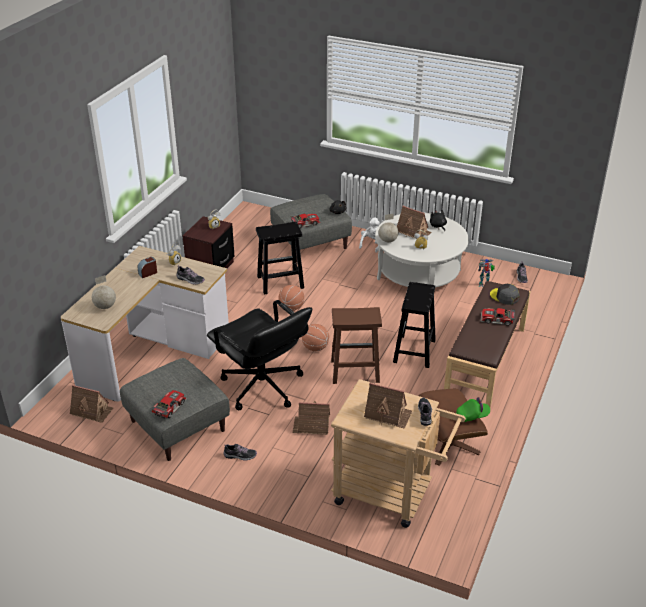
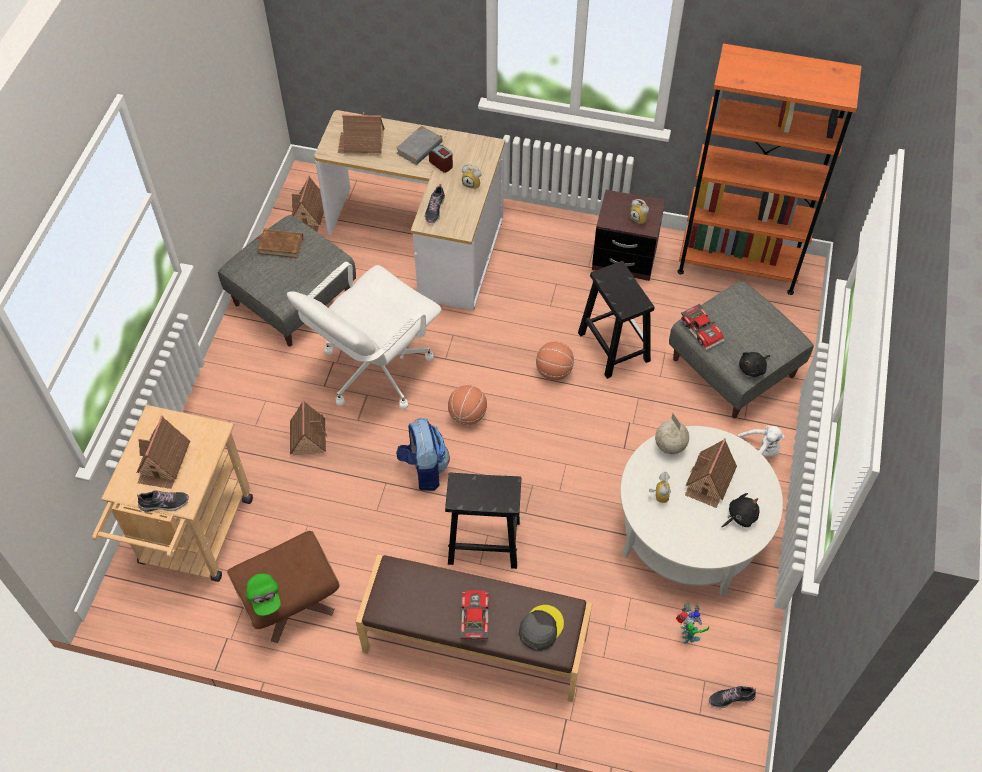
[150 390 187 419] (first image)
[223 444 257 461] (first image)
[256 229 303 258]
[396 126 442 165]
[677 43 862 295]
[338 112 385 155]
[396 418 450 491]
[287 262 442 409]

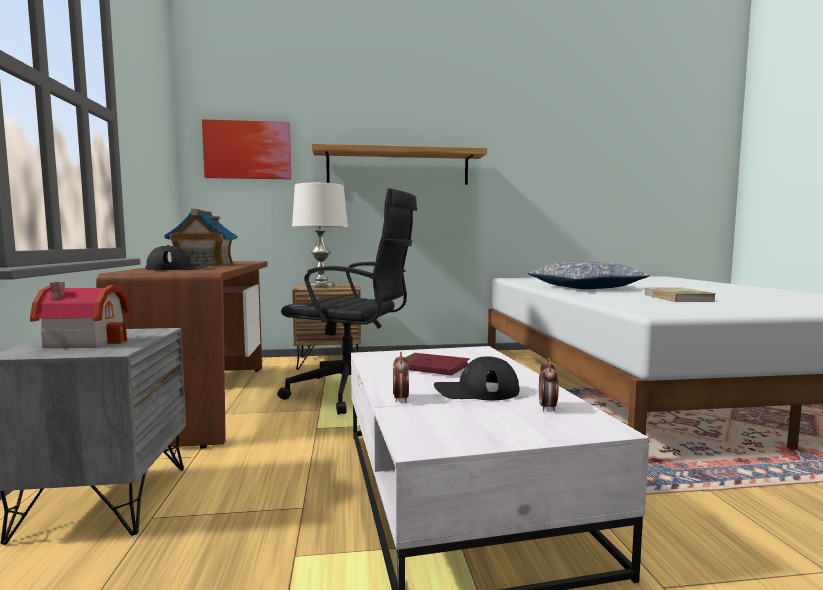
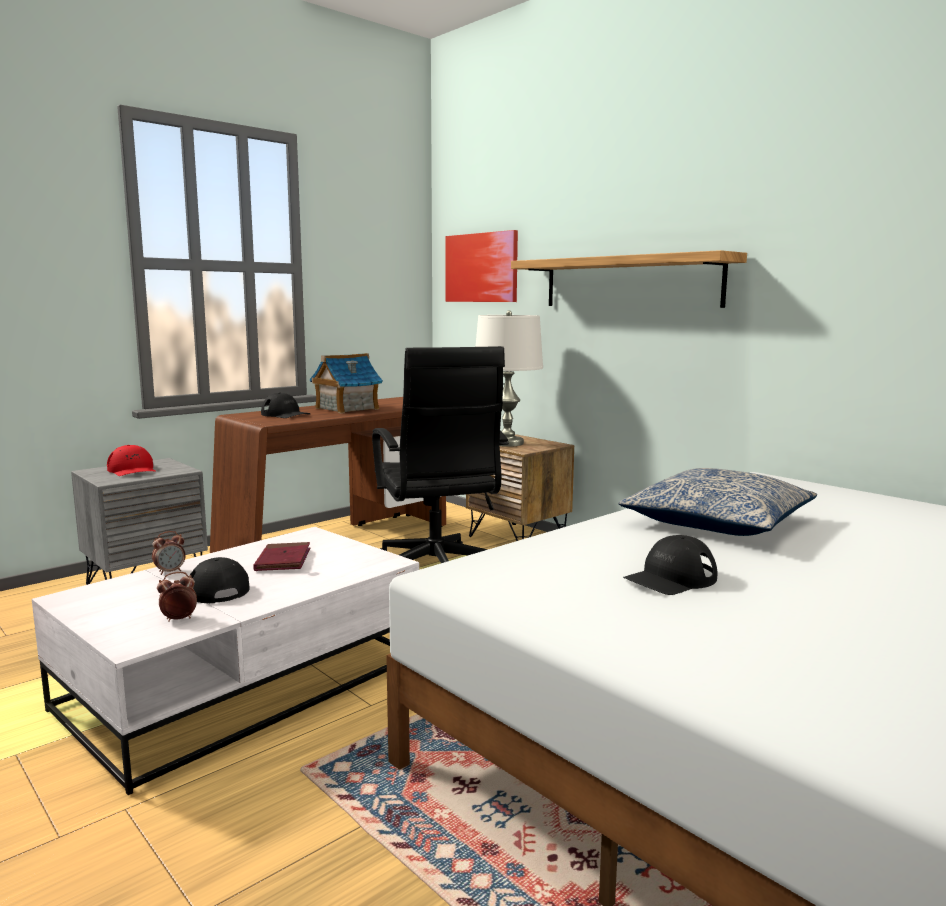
[107 445 156 476]
[623 535 717 595]

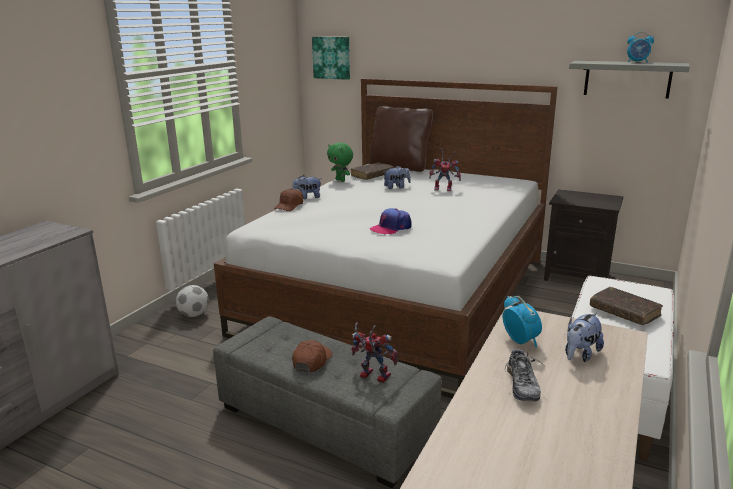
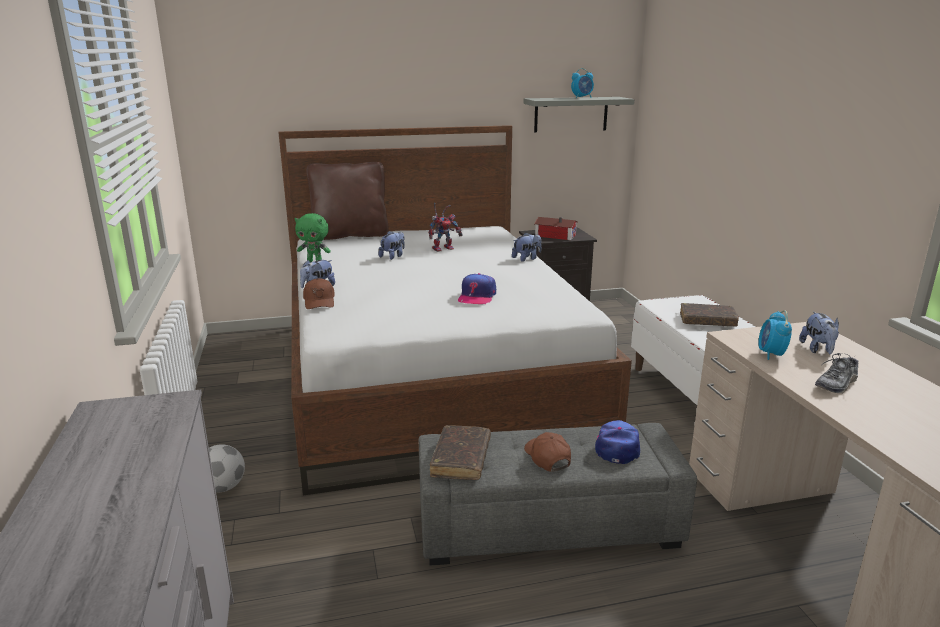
[312 37 350 80] (first image)
[512 233 541 262]
[534 217 578 240]
[430 425 491 480]
[595 420 640 464]
[758 310 792 360]
[815 353 858 394]

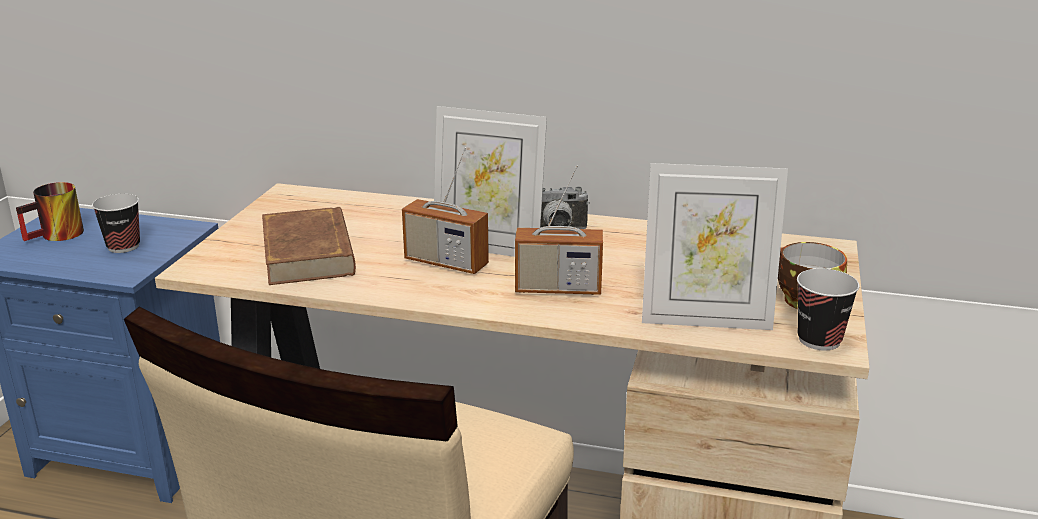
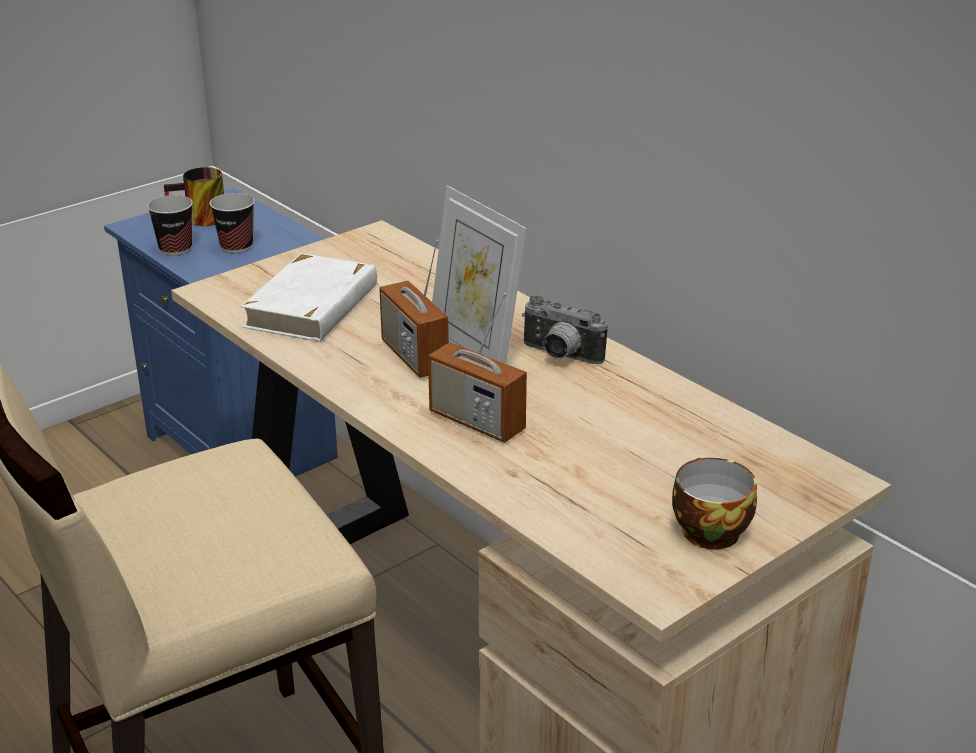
[642 163 788 330] (first image)
[147 195 193 256]
[240 253 377 342]

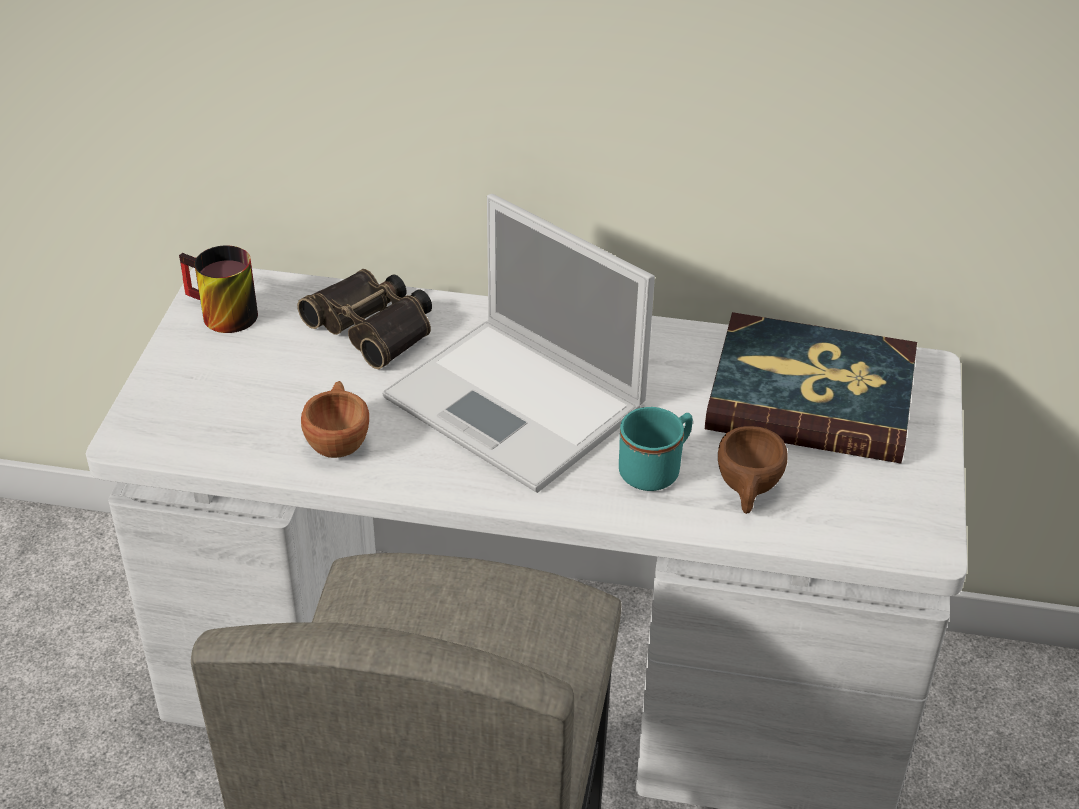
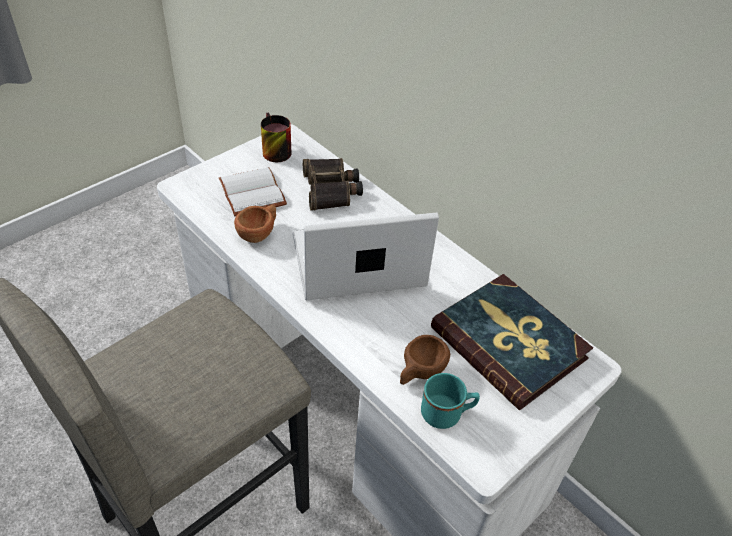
[219 167 287 216]
[421 373 480 429]
[293 212 439 300]

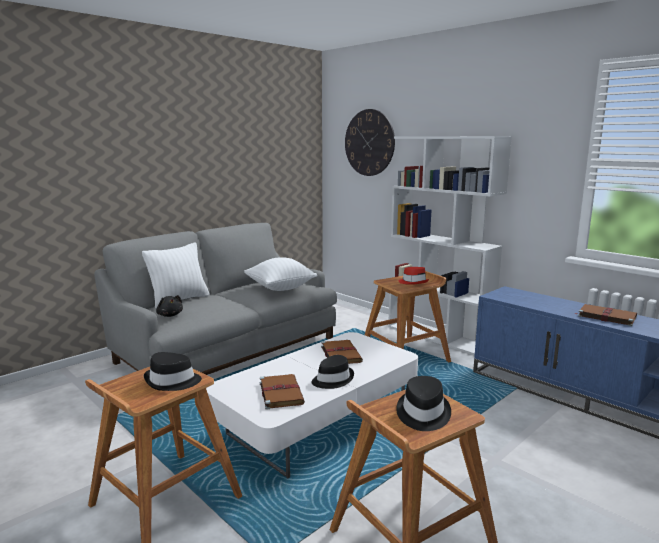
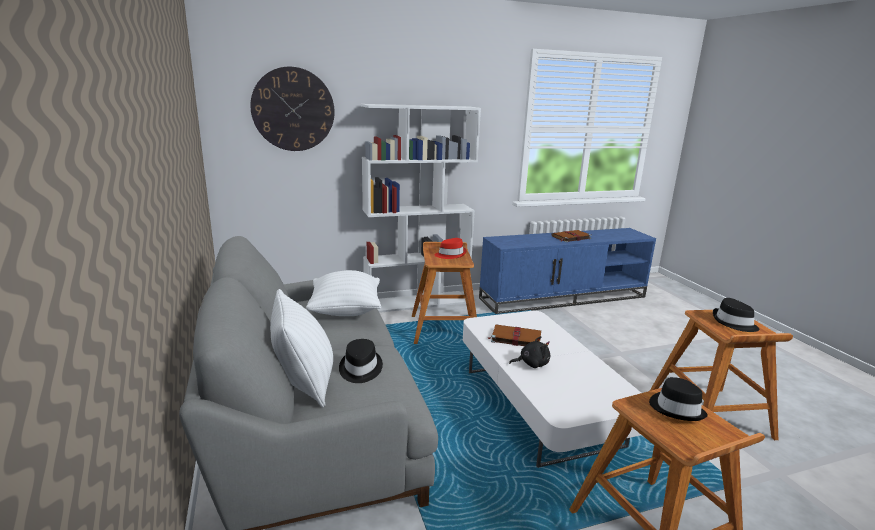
[260 374 305 410] (first image)
[509 336 550 368]
[339 339 383 383]

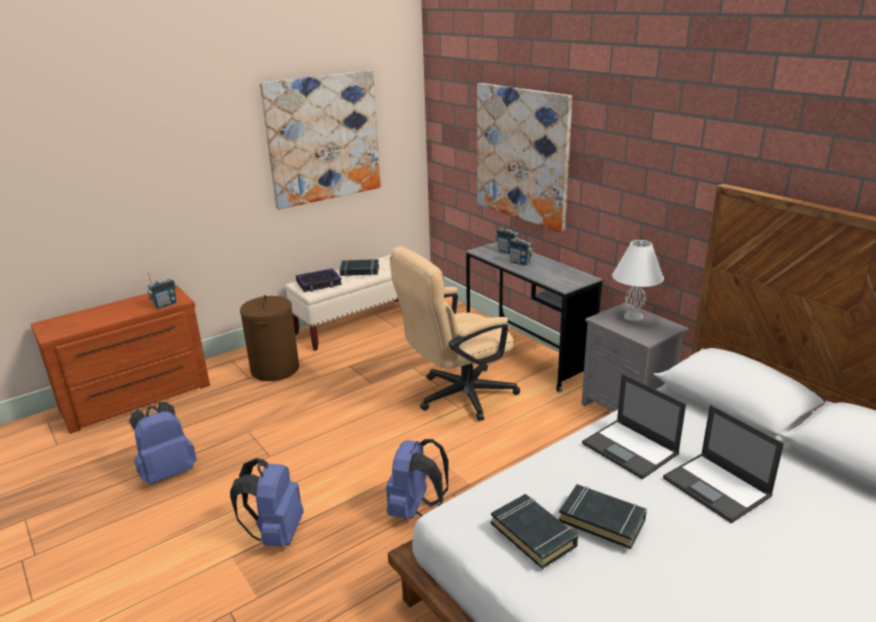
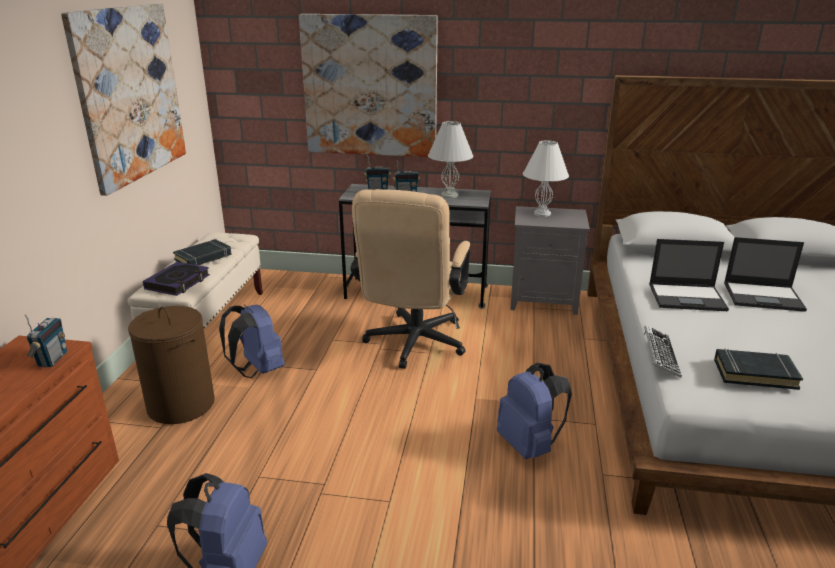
[559 484 647 549] (first image)
[428 121 474 198]
[644 325 682 377]
[219 305 285 378]

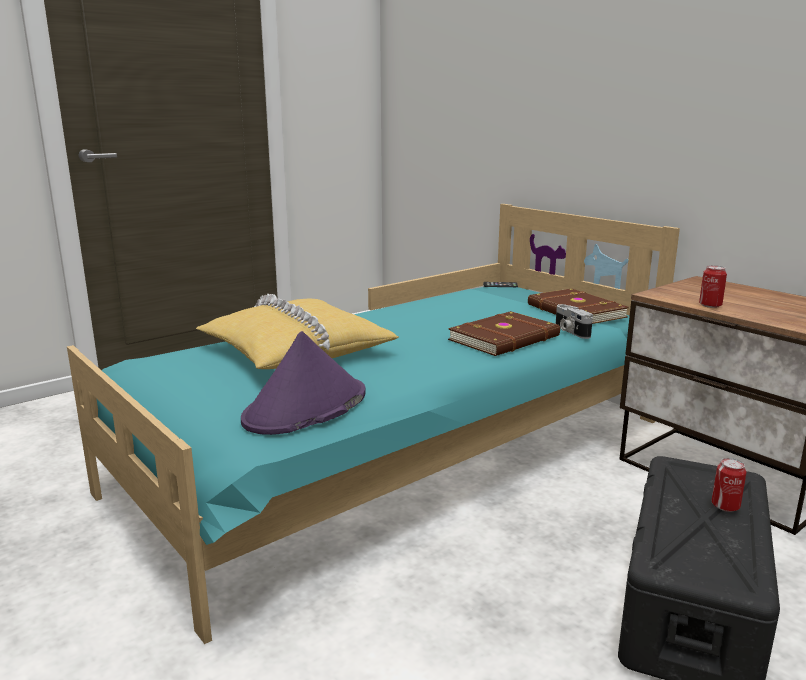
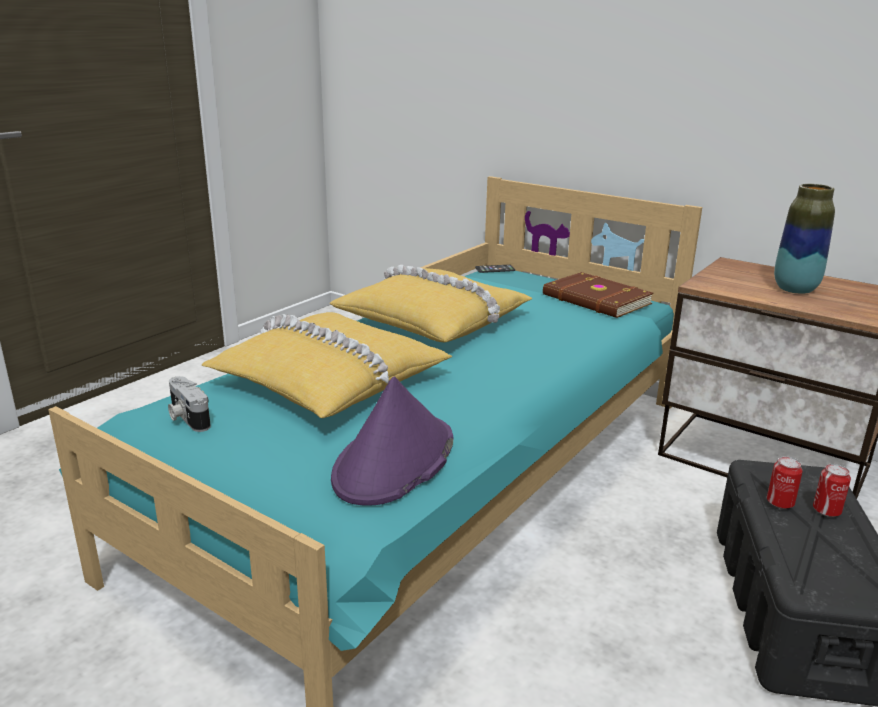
[448 311 560 356] (first image)
[329 265 532 342]
[774 184 835 294]
[168 376 211 432]
[767 456 803 509]

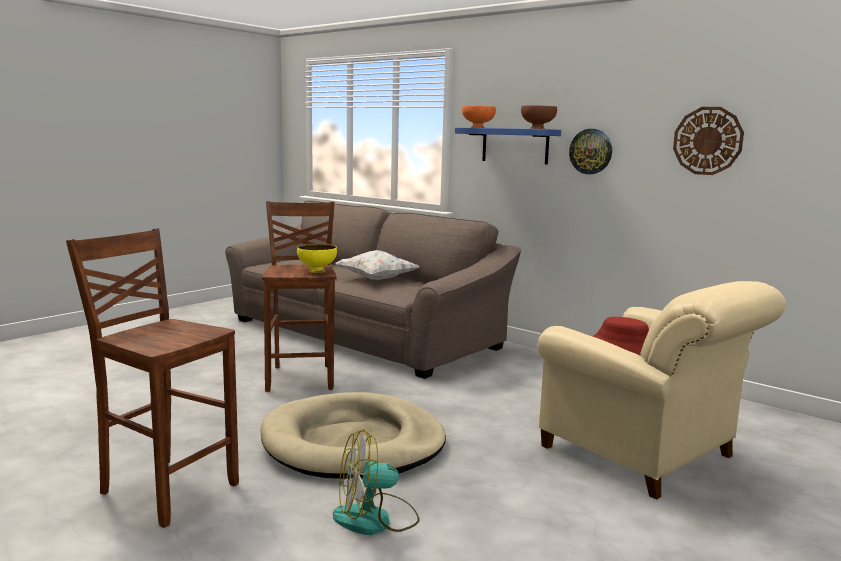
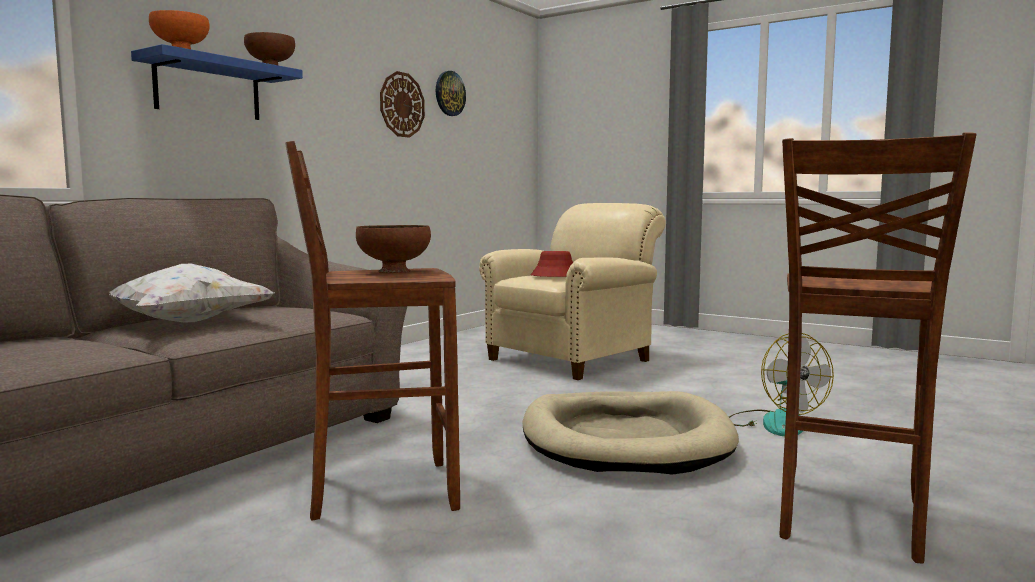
[436 71 466 116]
[356 225 431 273]

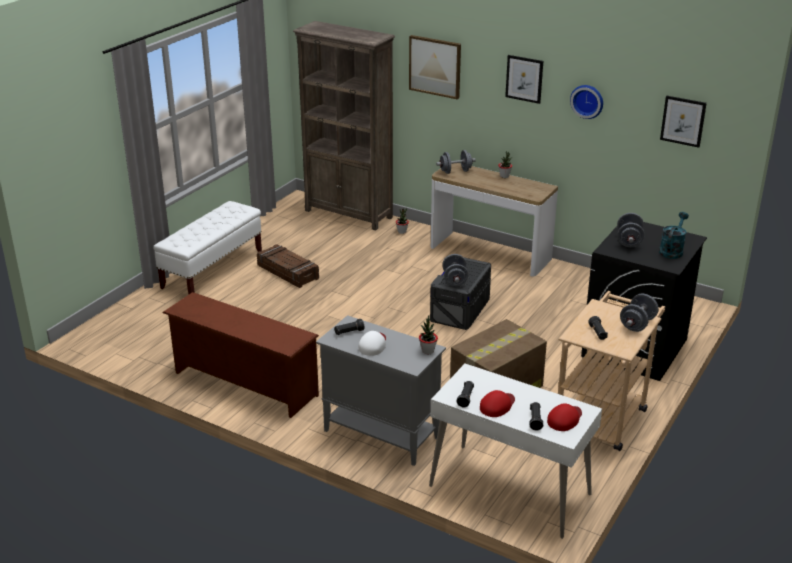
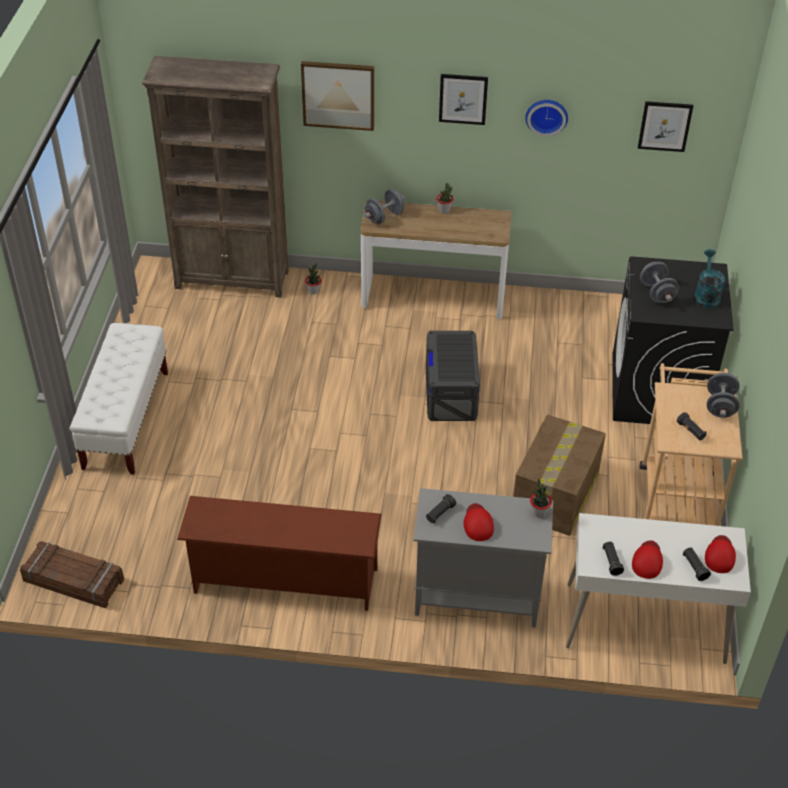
[442 254 468 286] (first image)
[20 541 124 608]
[464 503 494 541]

